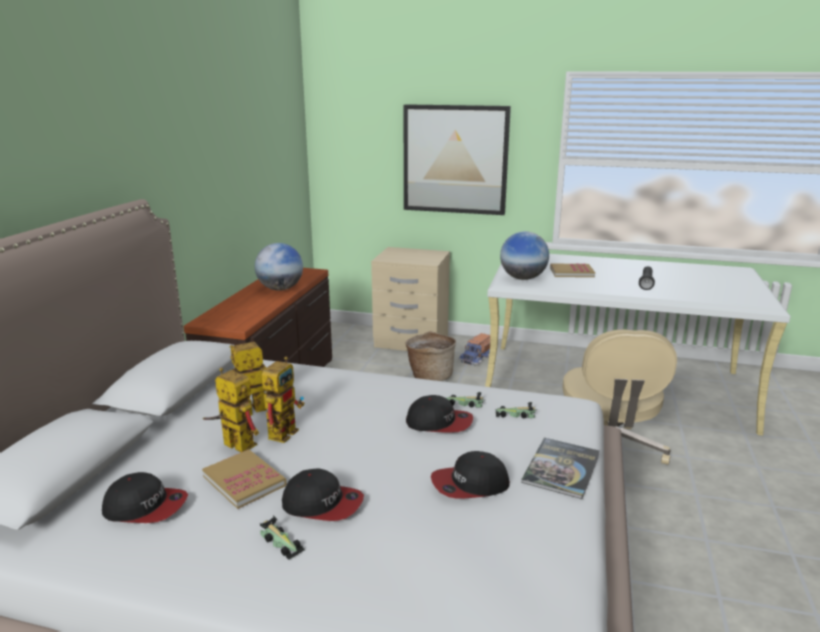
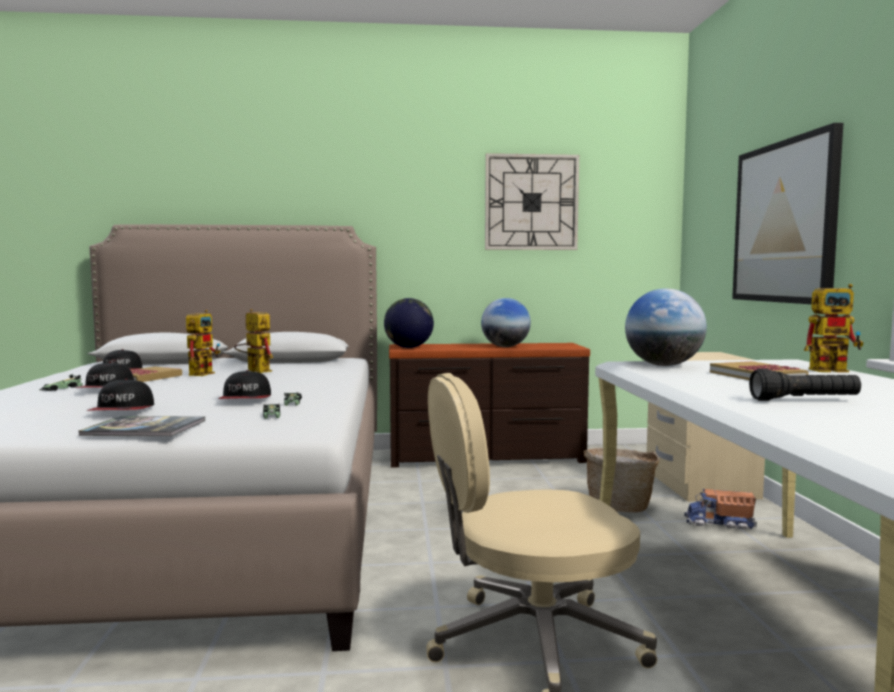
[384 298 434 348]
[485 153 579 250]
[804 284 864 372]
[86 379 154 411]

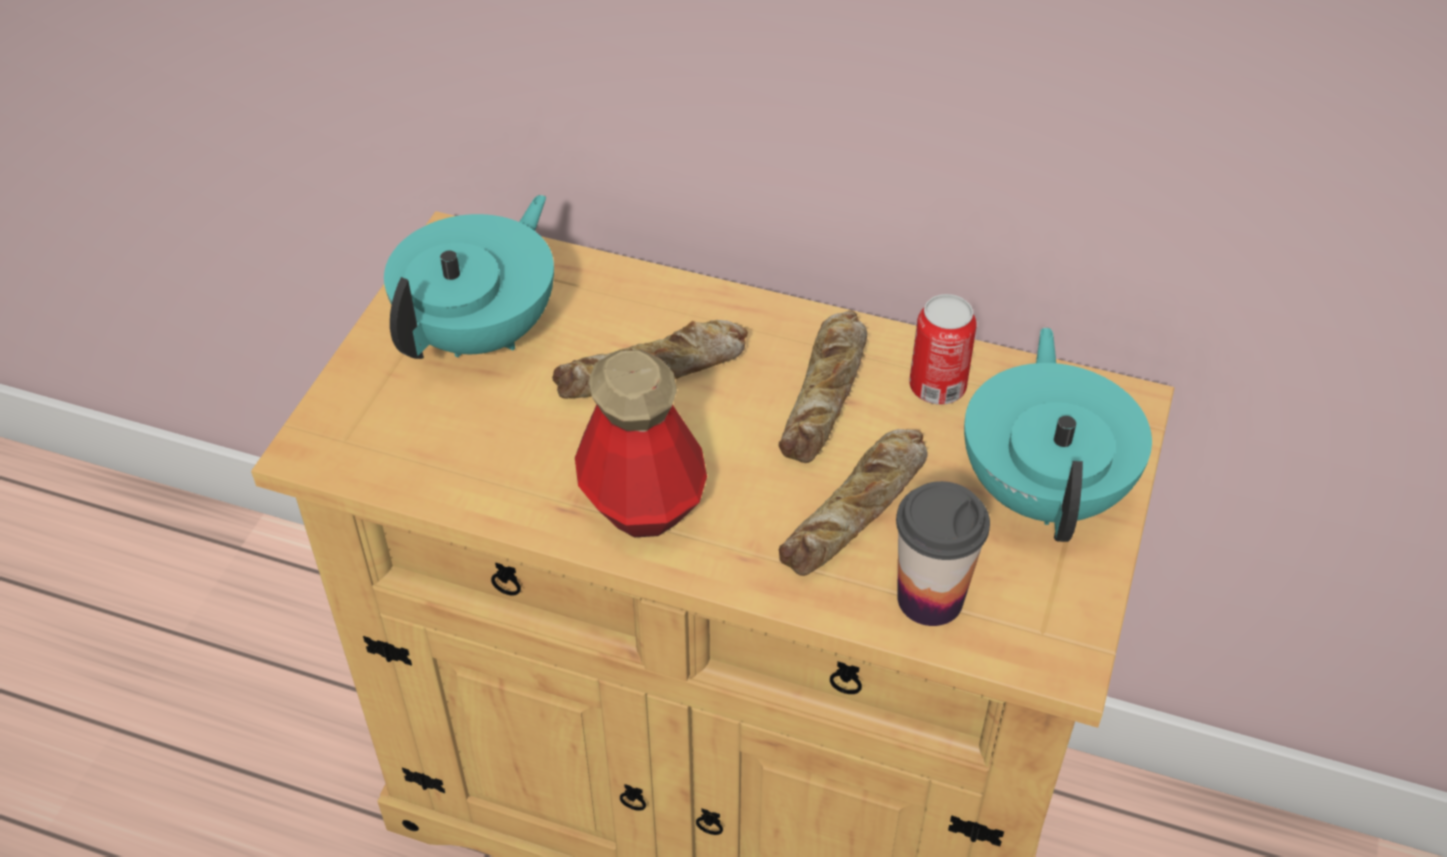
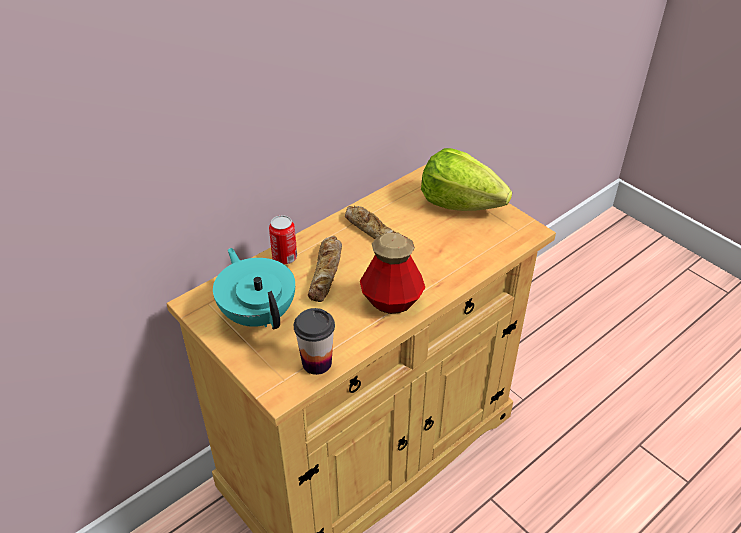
[779 429 927 576] (first image)
[294 308 335 375]
[269 215 297 264]
[421 148 512 211]

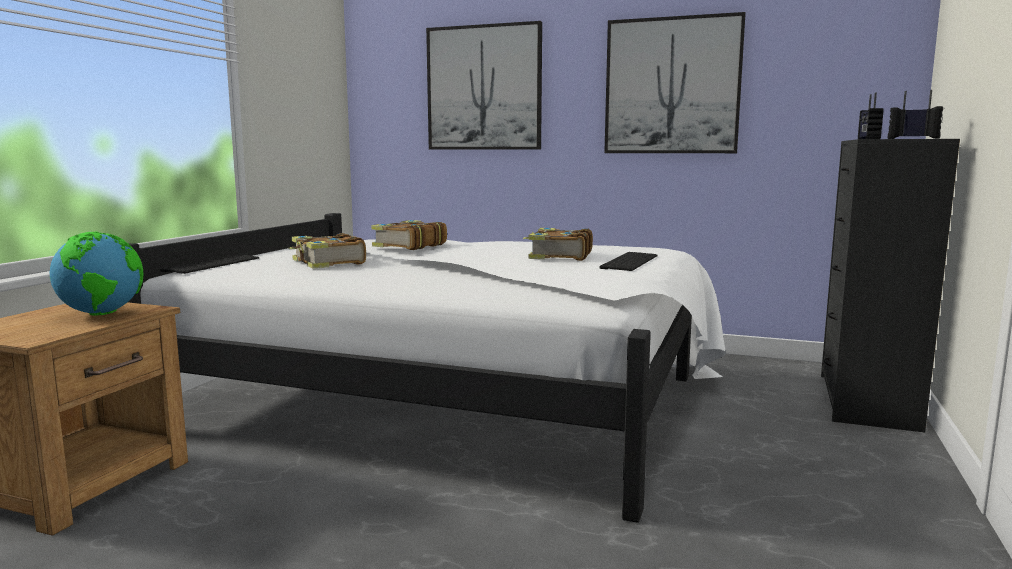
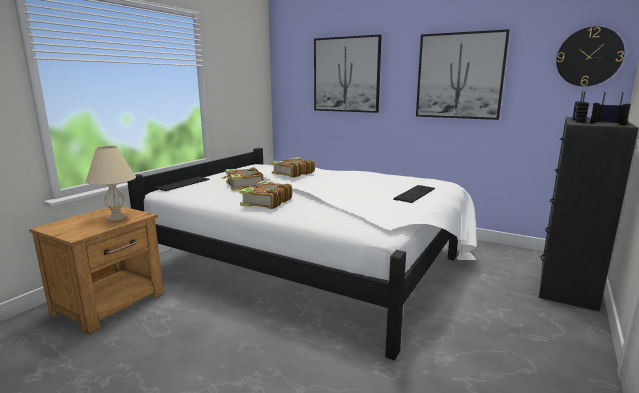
[556 26 624 86]
[239 181 292 209]
[85 145 136 221]

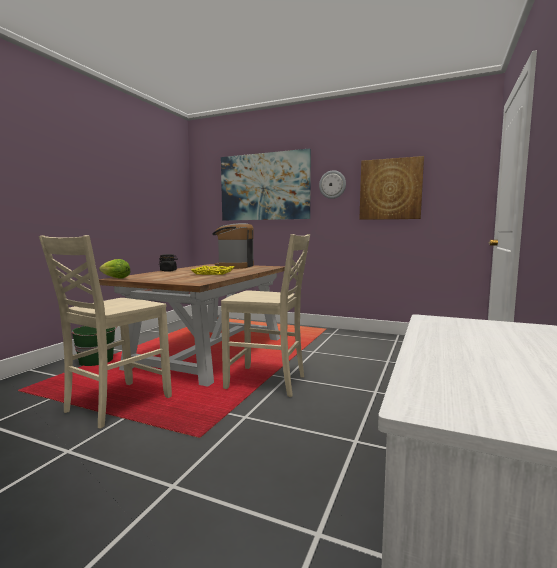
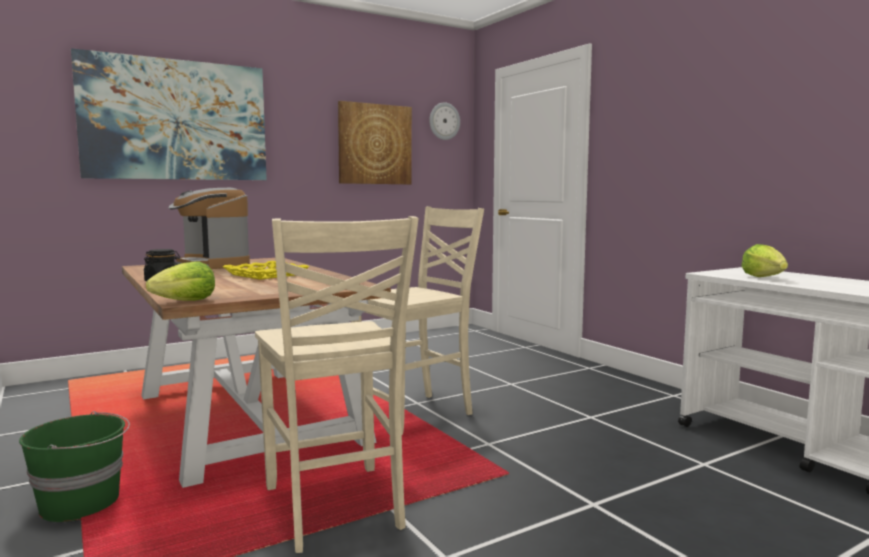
[741 244 788 277]
[429 102 460 140]

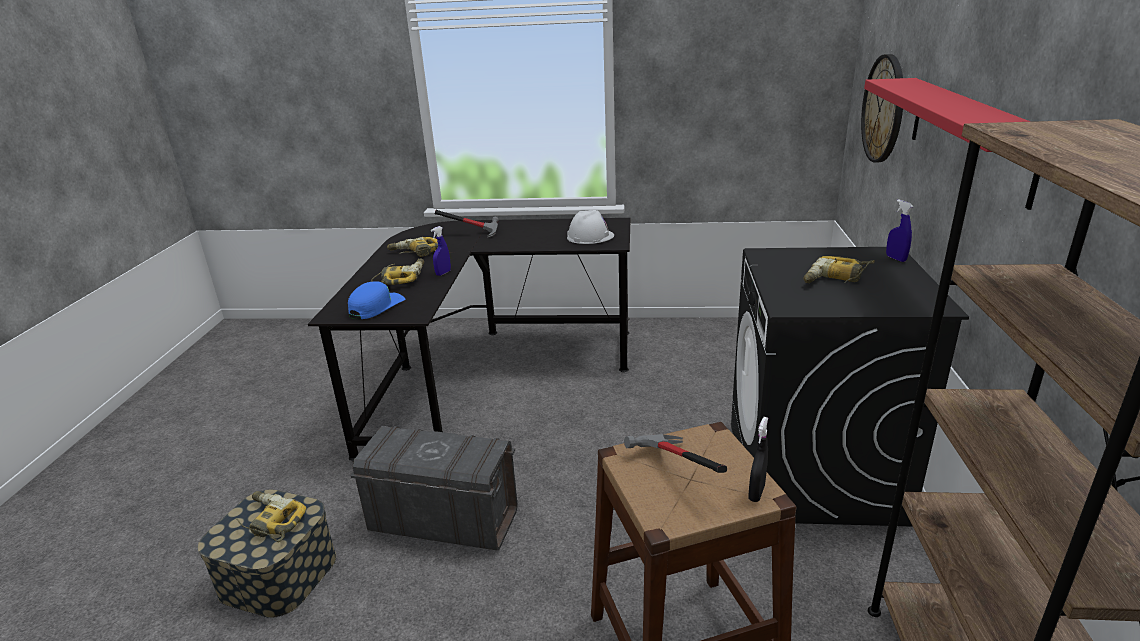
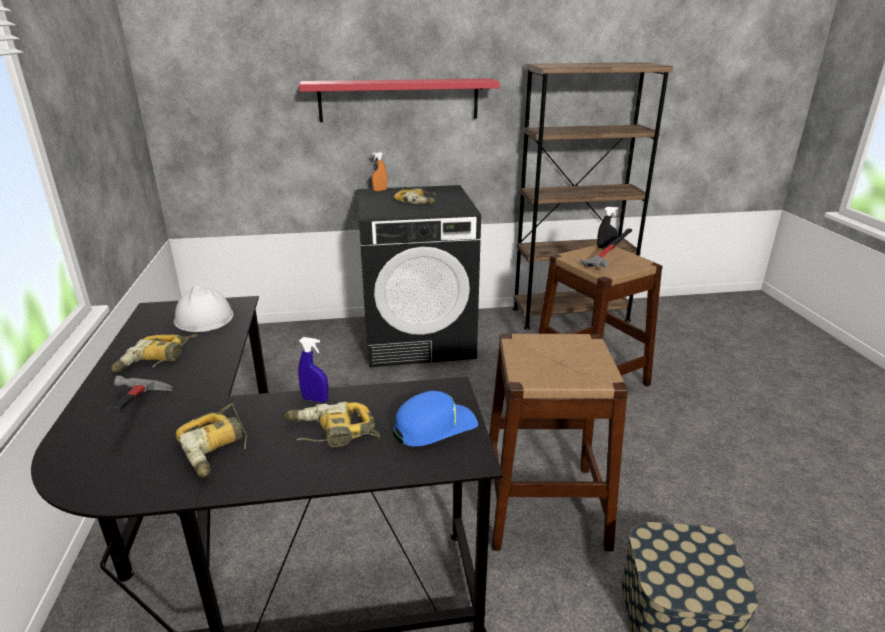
[861 54 903 162] (first image)
[111 334 198 373]
[489 334 628 551]
[372 152 387 191]
[393 391 478 446]

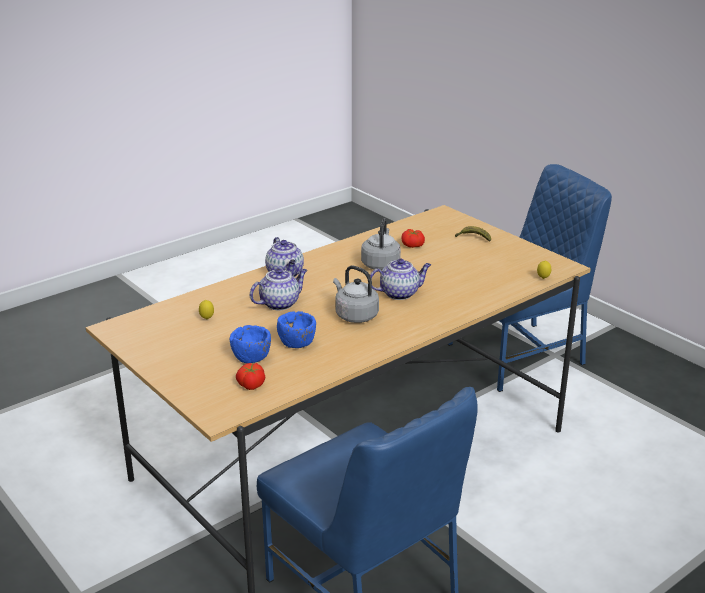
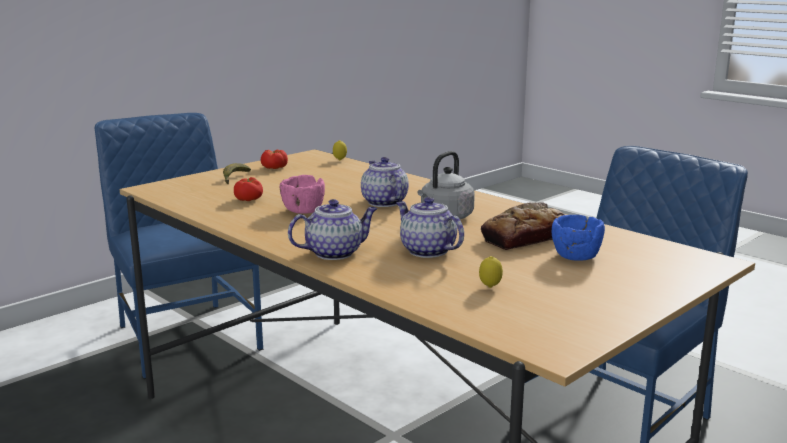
[261 150 288 169]
[481 202 566 250]
[280 175 325 214]

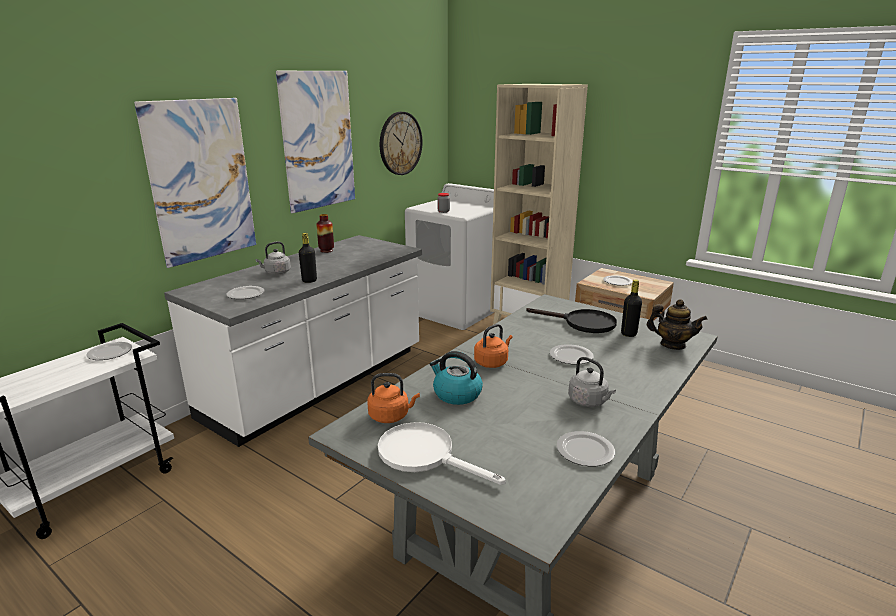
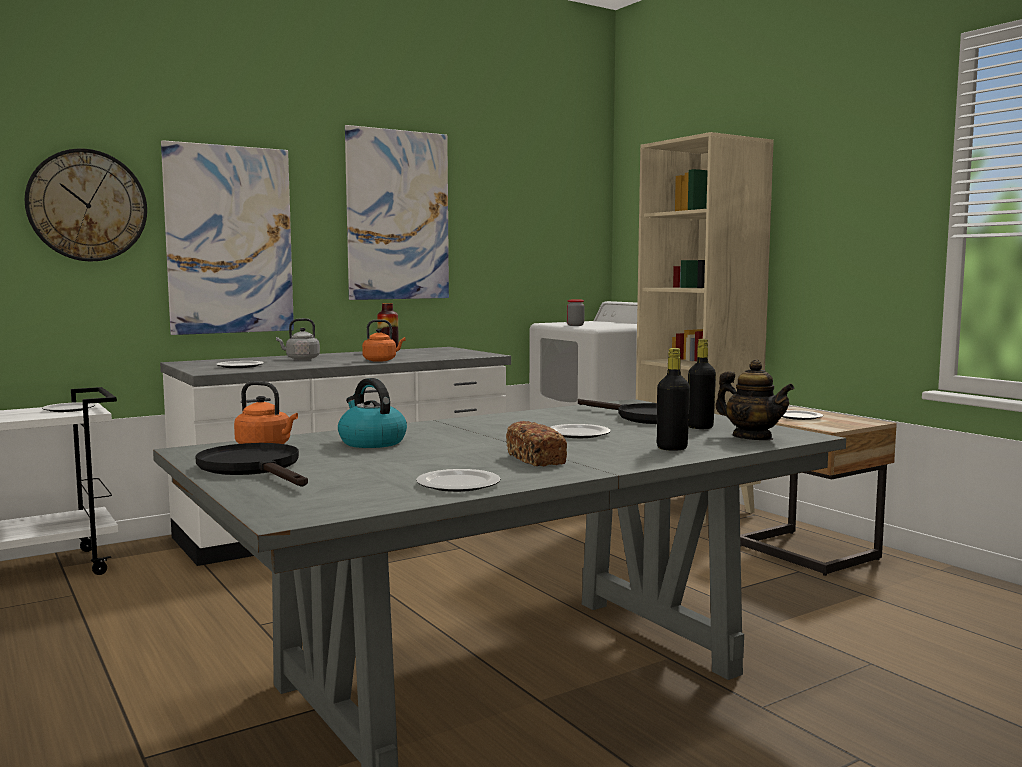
[657 348 690 451]
[25 149 147 261]
[362 319 406 362]
[506 421 567 466]
[196 443 308 487]

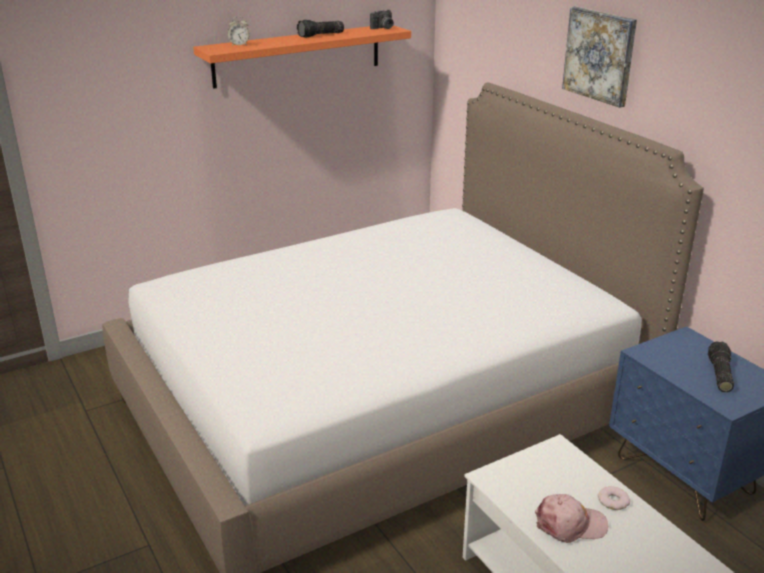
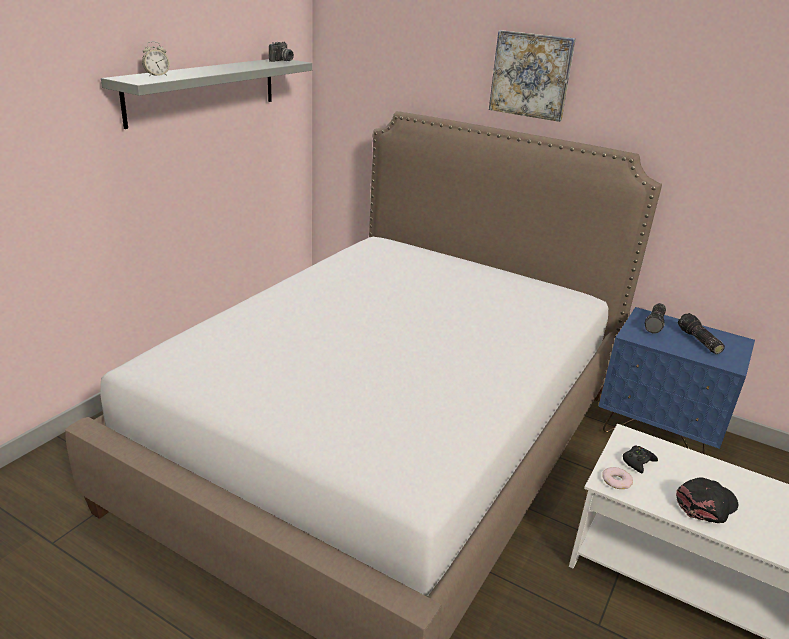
[623 445 658 473]
[644 303 666 334]
[602 467 633 489]
[101 59 312 129]
[676 477 739 523]

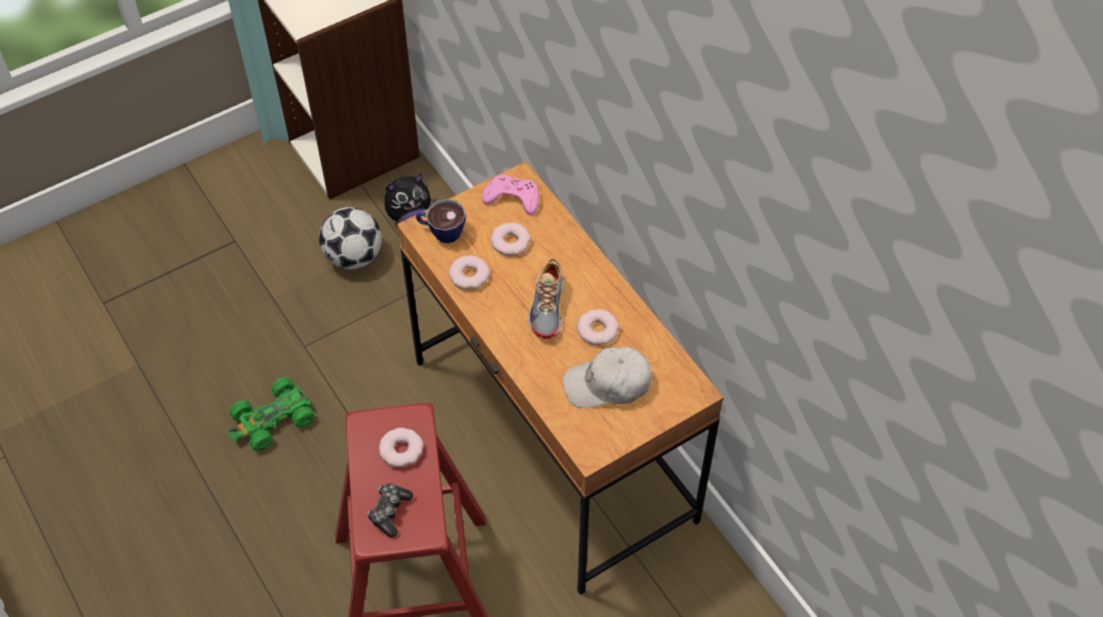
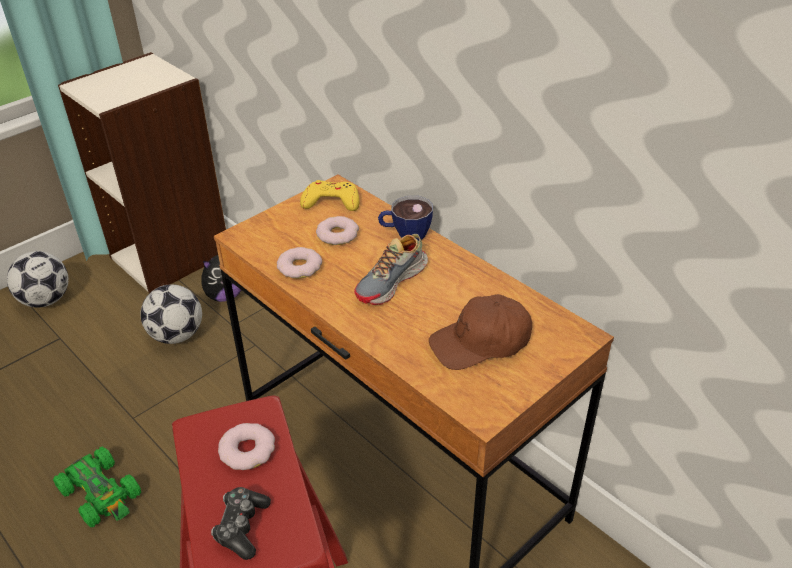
[577 309 619 345] (first image)
[7 251 68 308]
[378 196 433 241]
[300 180 360 211]
[429 294 532 370]
[53 447 141 527]
[354 234 428 305]

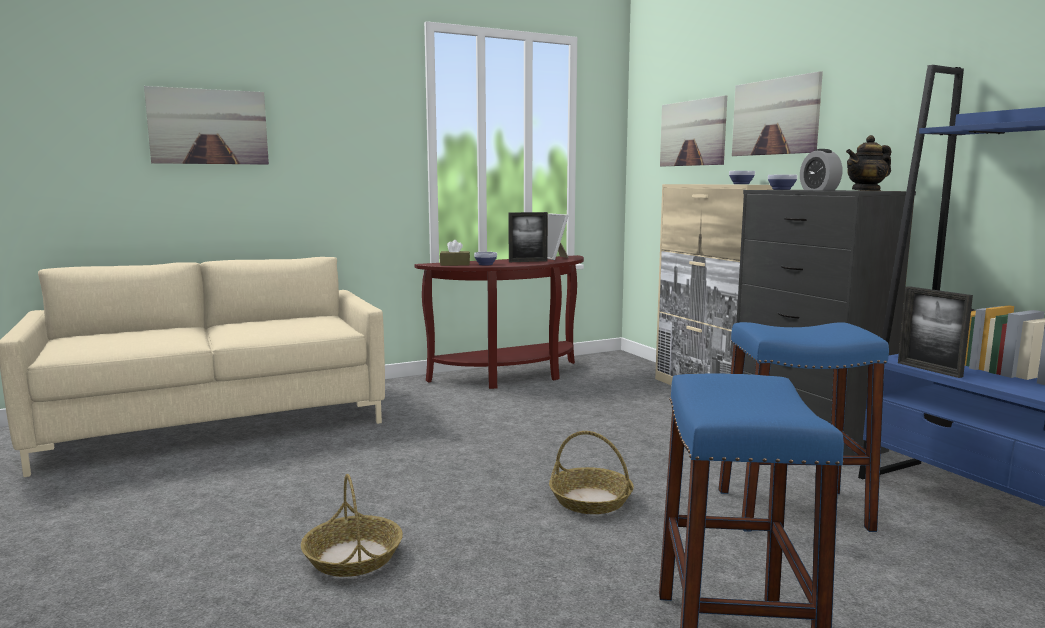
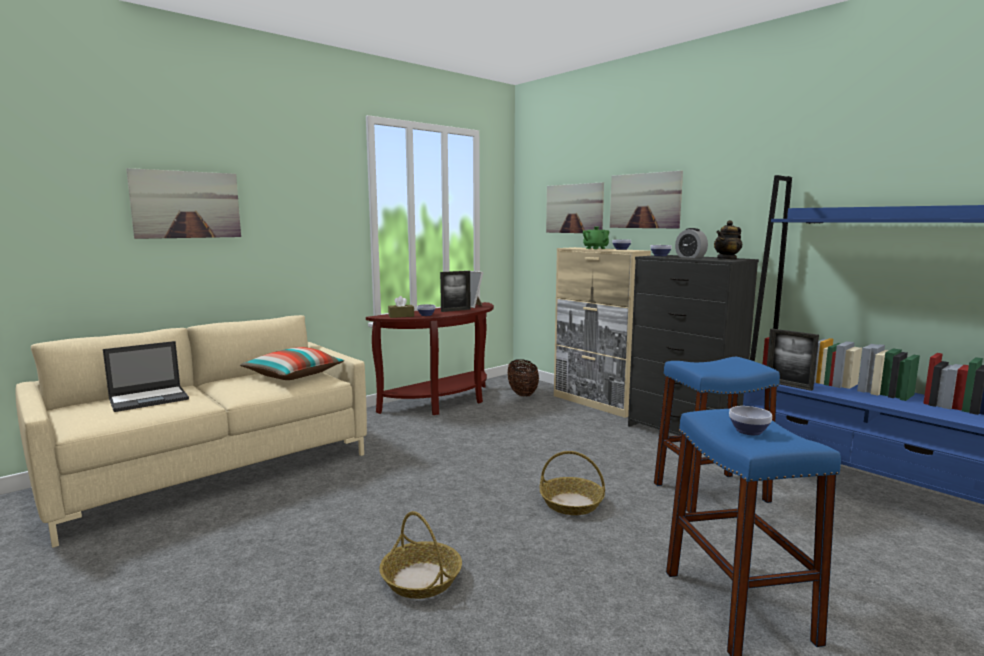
[103 341 189 412]
[240 347 344 380]
[508 359 539 396]
[583 227 609 249]
[729 406 772 435]

